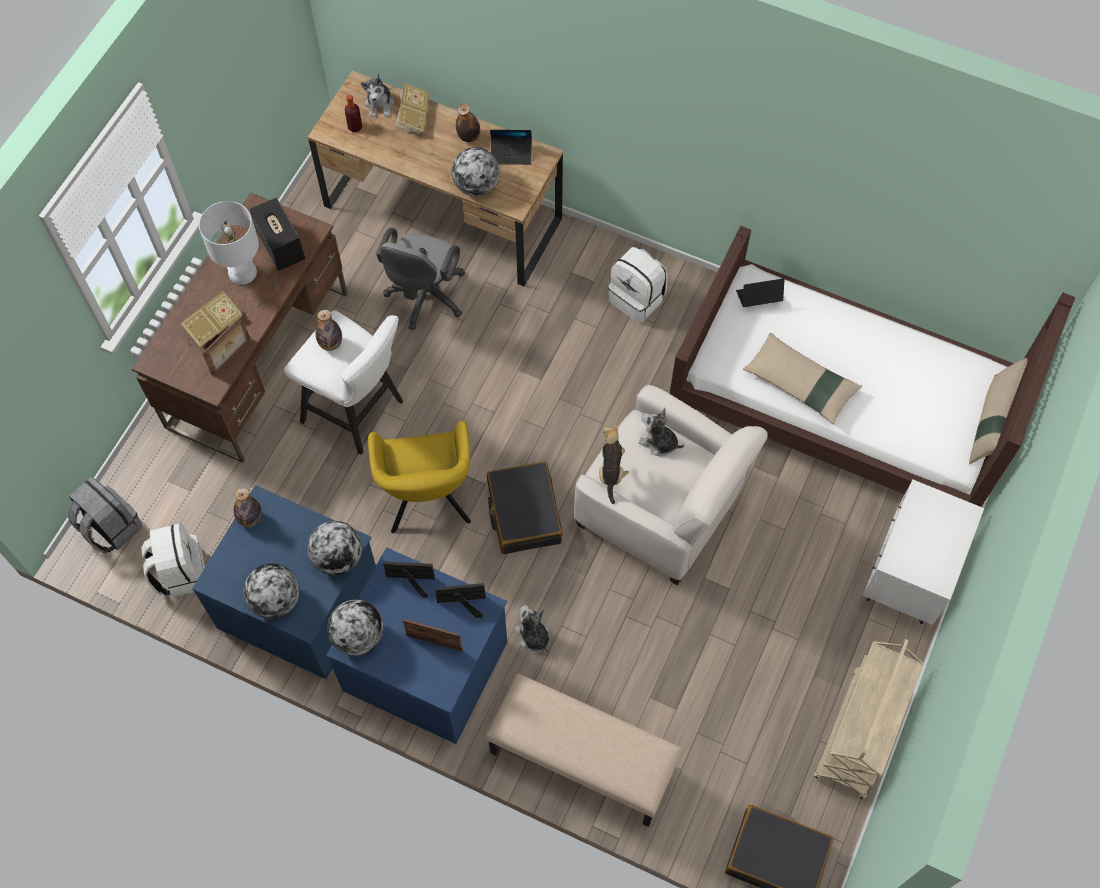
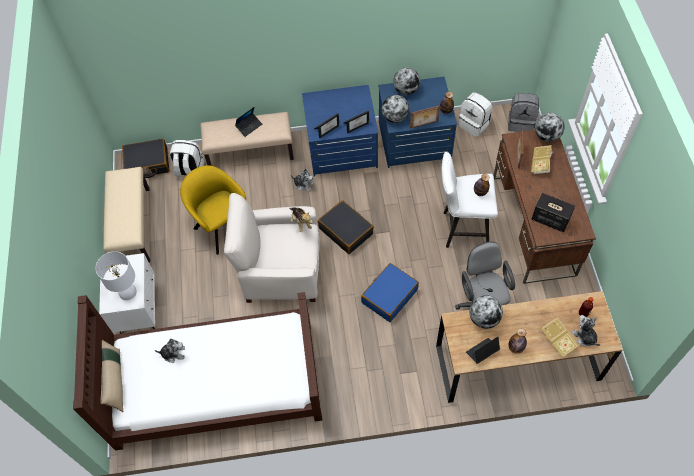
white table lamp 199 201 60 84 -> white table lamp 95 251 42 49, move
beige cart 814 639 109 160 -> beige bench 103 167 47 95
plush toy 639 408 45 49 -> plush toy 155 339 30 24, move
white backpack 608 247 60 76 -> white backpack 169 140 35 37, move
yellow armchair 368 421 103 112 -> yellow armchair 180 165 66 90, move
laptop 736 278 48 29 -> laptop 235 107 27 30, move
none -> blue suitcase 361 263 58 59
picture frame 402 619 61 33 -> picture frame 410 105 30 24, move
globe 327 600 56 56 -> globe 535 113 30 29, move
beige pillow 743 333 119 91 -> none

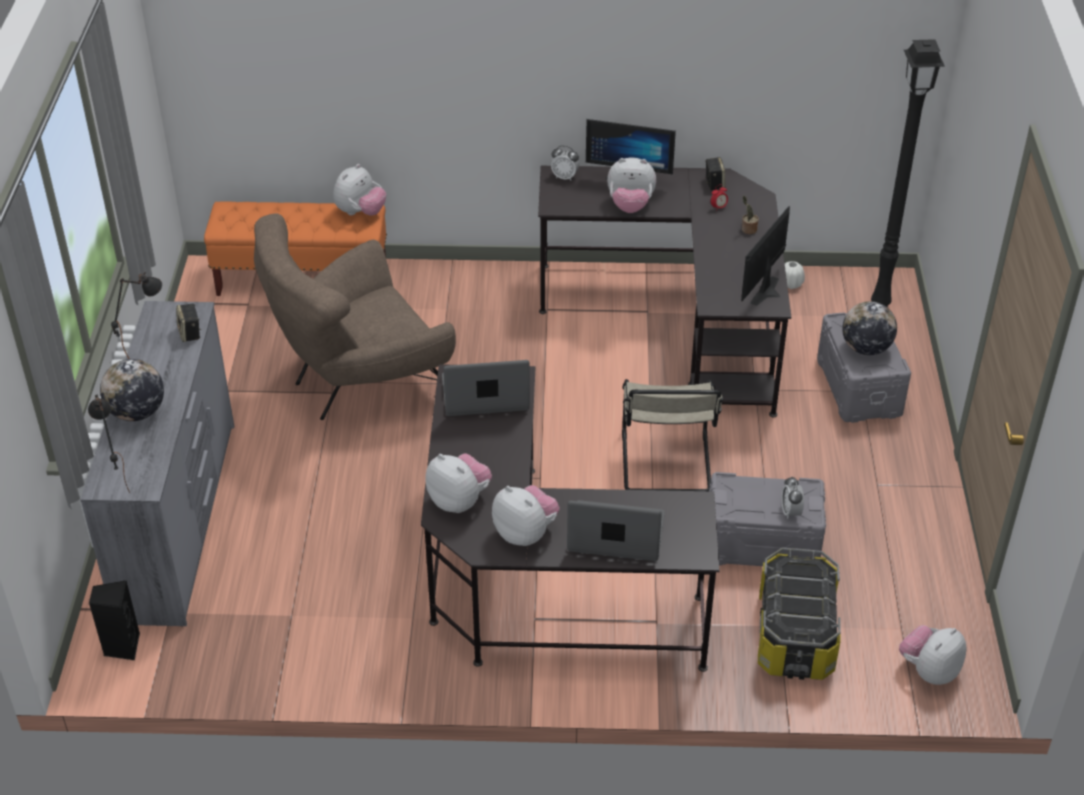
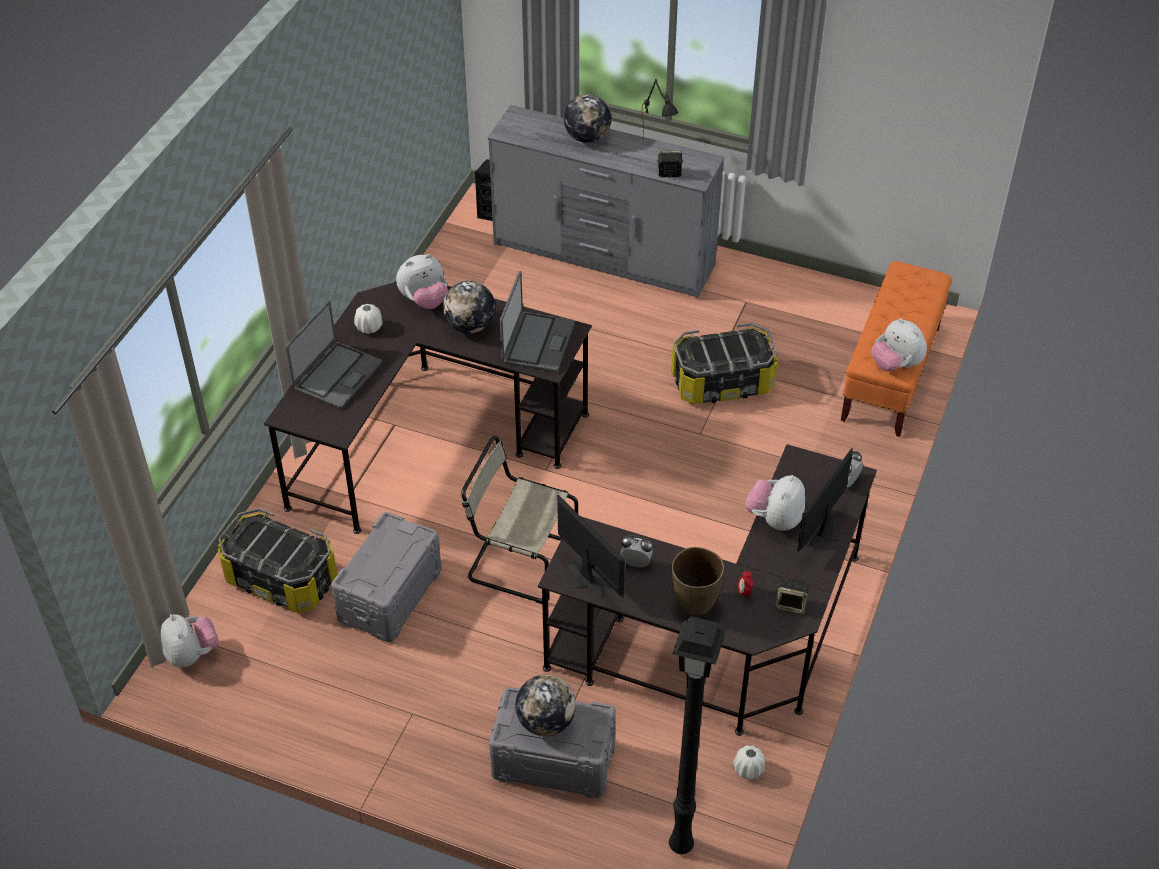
plush toy 492 485 68 61 -> white vase 354 304 28 30
none -> globe 443 281 52 52
alarm clock 781 476 23 43 -> alarm clock 620 535 33 32, move
brown armchair 254 213 202 207 -> storage box 671 323 107 81
potted plant 742 196 17 38 -> brown vase 672 547 52 68
black table lamp 88 395 42 98 -> none

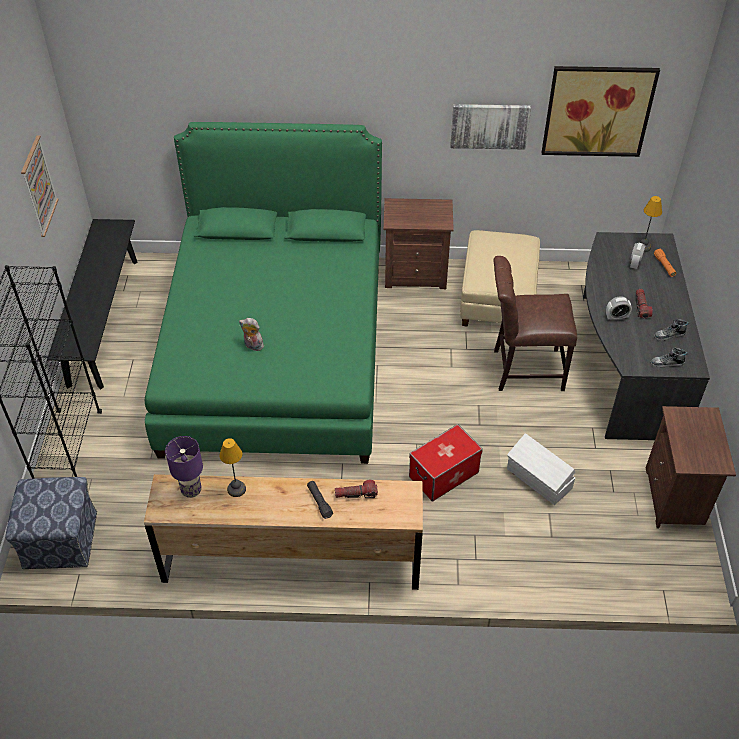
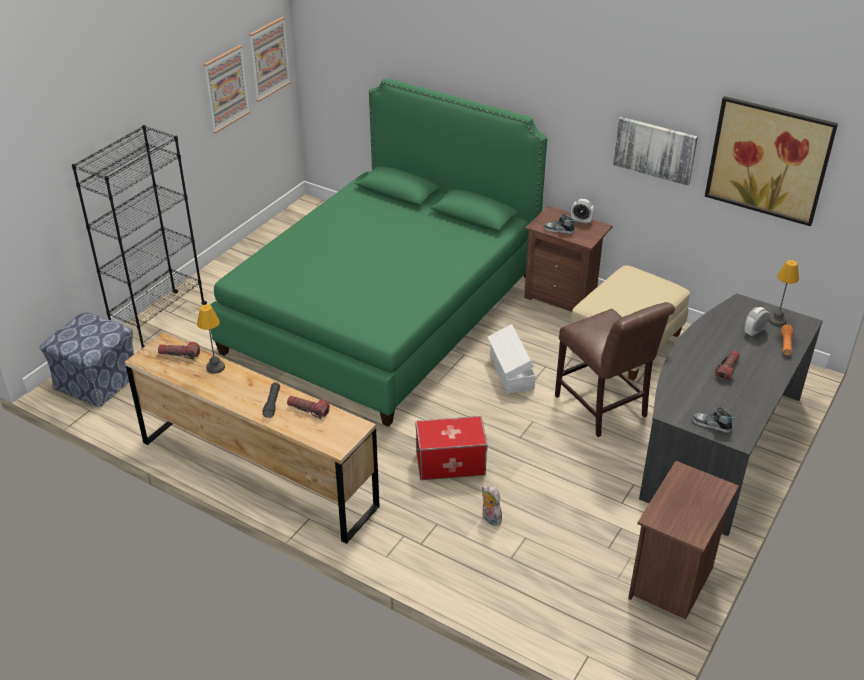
purple table lamp 165 436 38 62 -> flashlight 158 342 42 17
none -> picture 249 17 42 85
plush toy 239 318 25 33 -> plush toy 482 485 20 41, move
white storage box 507 433 68 72 -> white storage box 488 324 48 70, move
shoe 654 319 35 22 -> shoe 544 214 31 20, move
brown chair 494 256 83 135 -> brown chair 555 302 120 135, 150 degrees counterclockwise
alarm clock 606 296 26 25 -> alarm clock 571 199 23 25, move
black bench 47 219 91 170 -> none

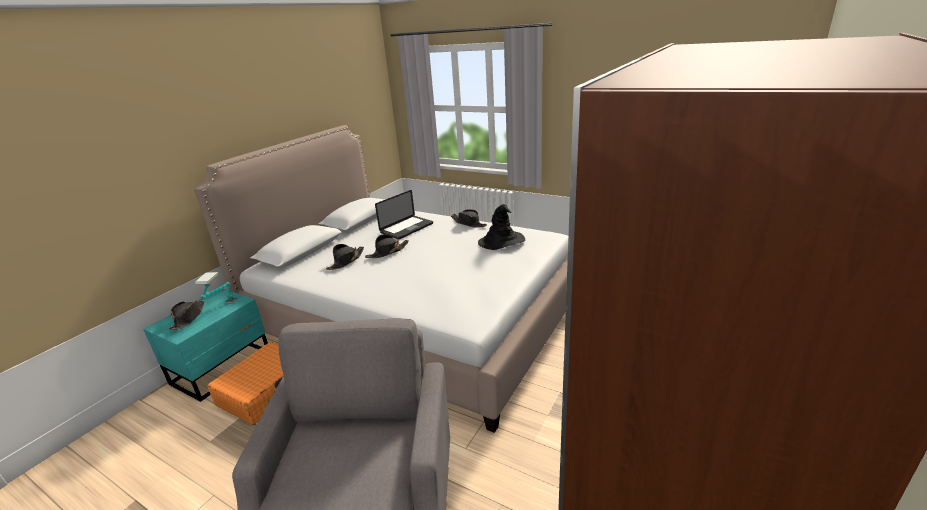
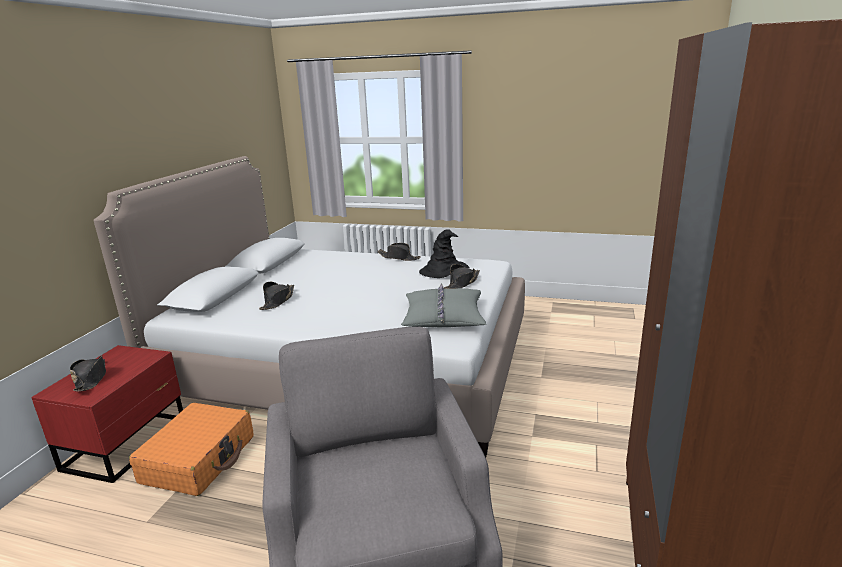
turquoise nightstand 143 288 125 114 -> red nightstand 31 345 152 138
none -> grey pillow 401 283 85 44
black hat 365 234 44 24 -> black hat 444 264 36 25, move
table lamp 195 272 43 32 -> none
laptop 375 190 58 49 -> none

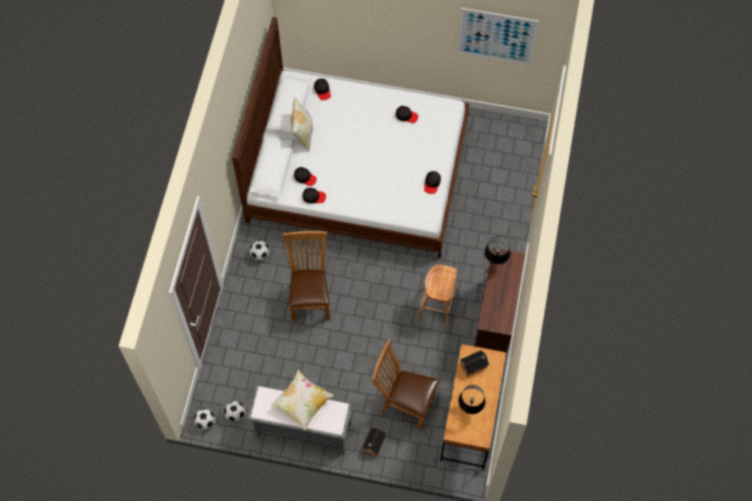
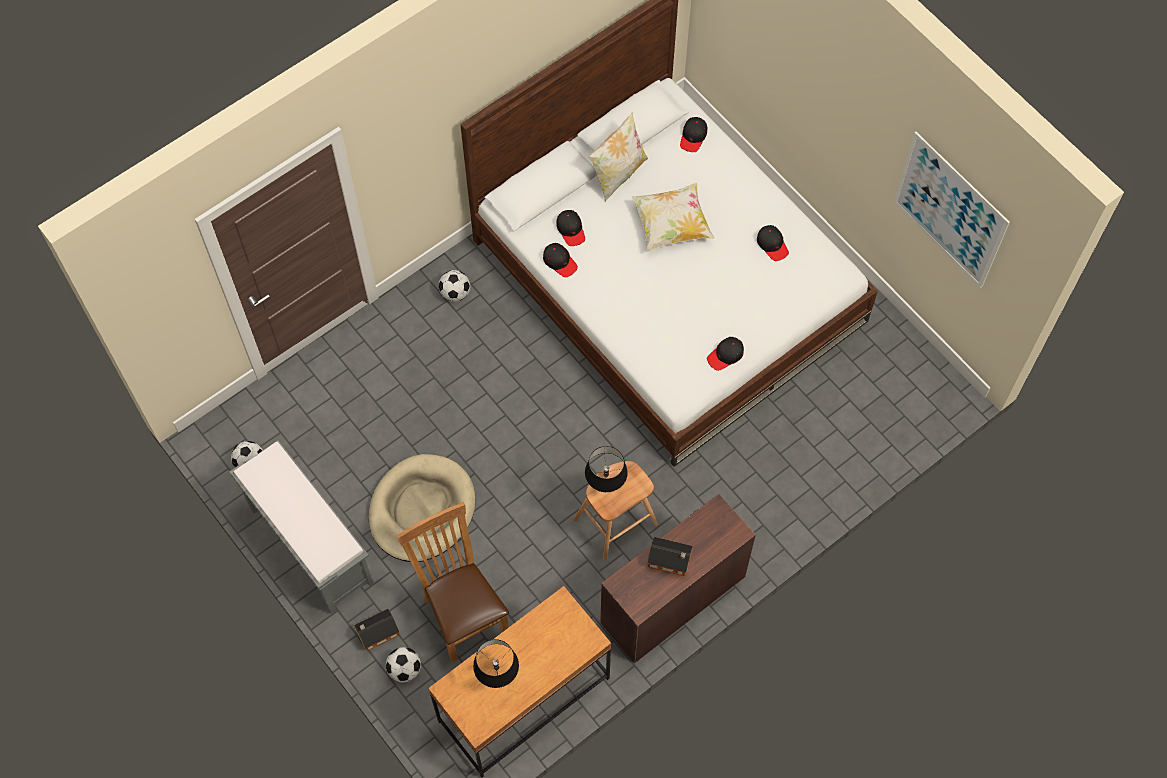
none -> beige dog bed 369 454 106 108
football 194 409 21 21 -> football 386 647 35 35, move
black table lamp 485 236 25 28 -> black table lamp 585 446 43 46, move
pillow 271 370 63 61 -> pillow 632 182 82 70, move
toy house 460 350 29 27 -> toy house 647 537 46 39, move
brown chair 283 231 47 90 -> none

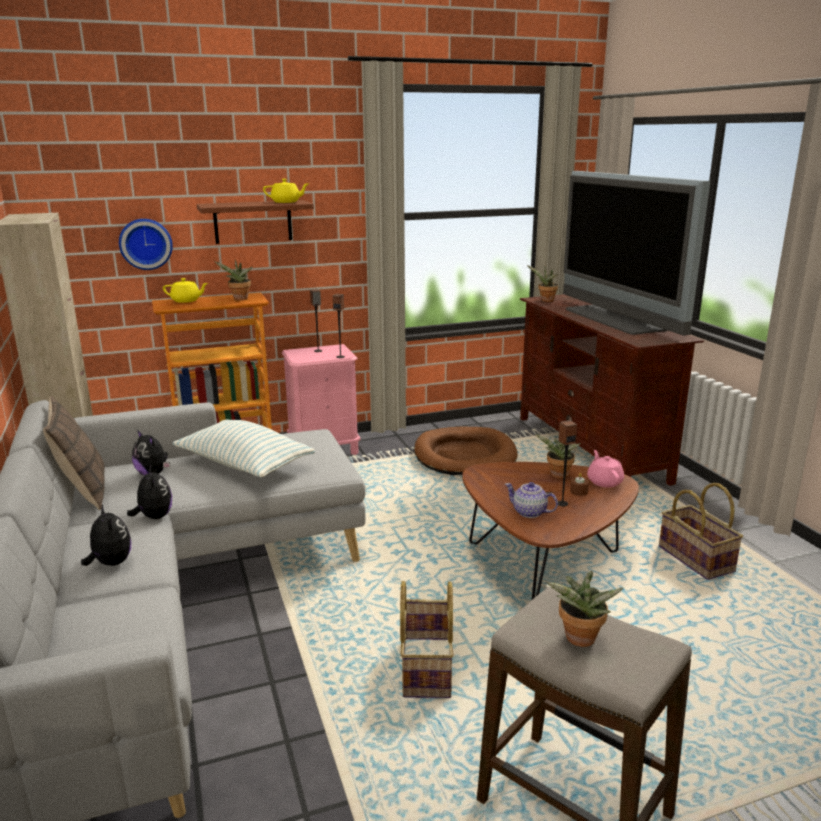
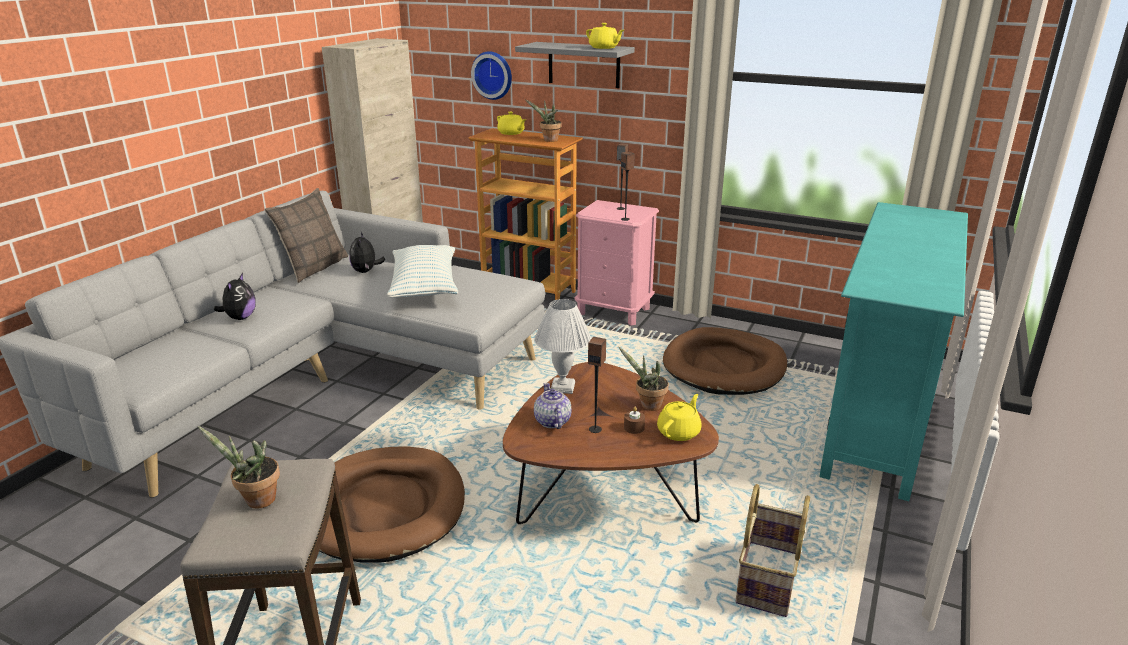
basket 400 581 54 117 -> brown dog bed 319 446 146 117
brown shelf 197 200 117 44 -> grey shelf 515 42 120 46
none -> white table lamp 534 299 57 95
pink teapot 587 450 37 38 -> yellow teapot 657 394 44 47
brown tv stand 520 294 184 192 -> turquoise tv stand 819 202 149 299
plush toy 127 465 45 54 -> none
potted plant 527 265 31 37 -> none
television 563 171 147 165 -> none

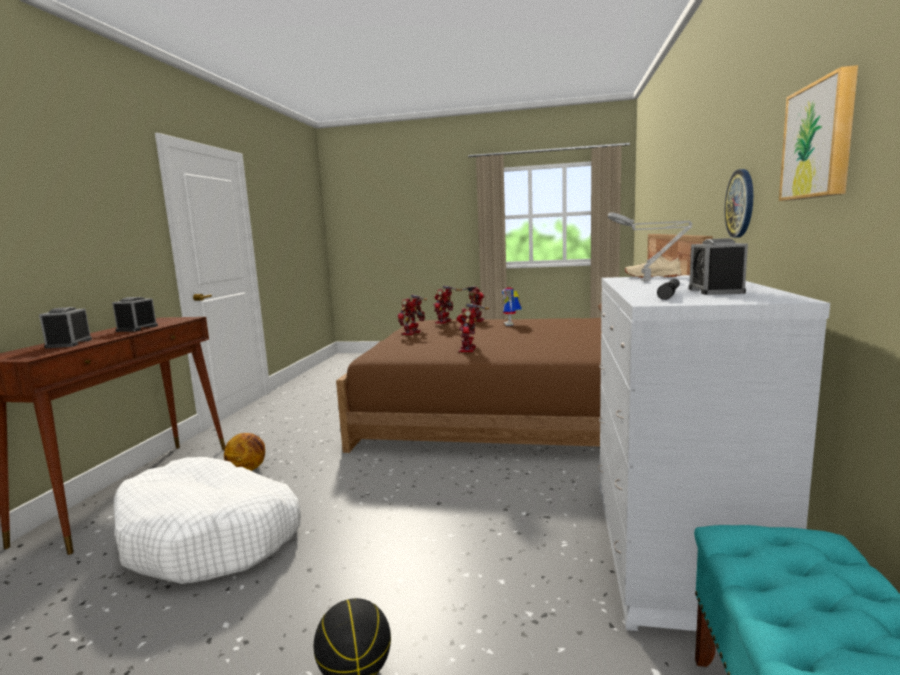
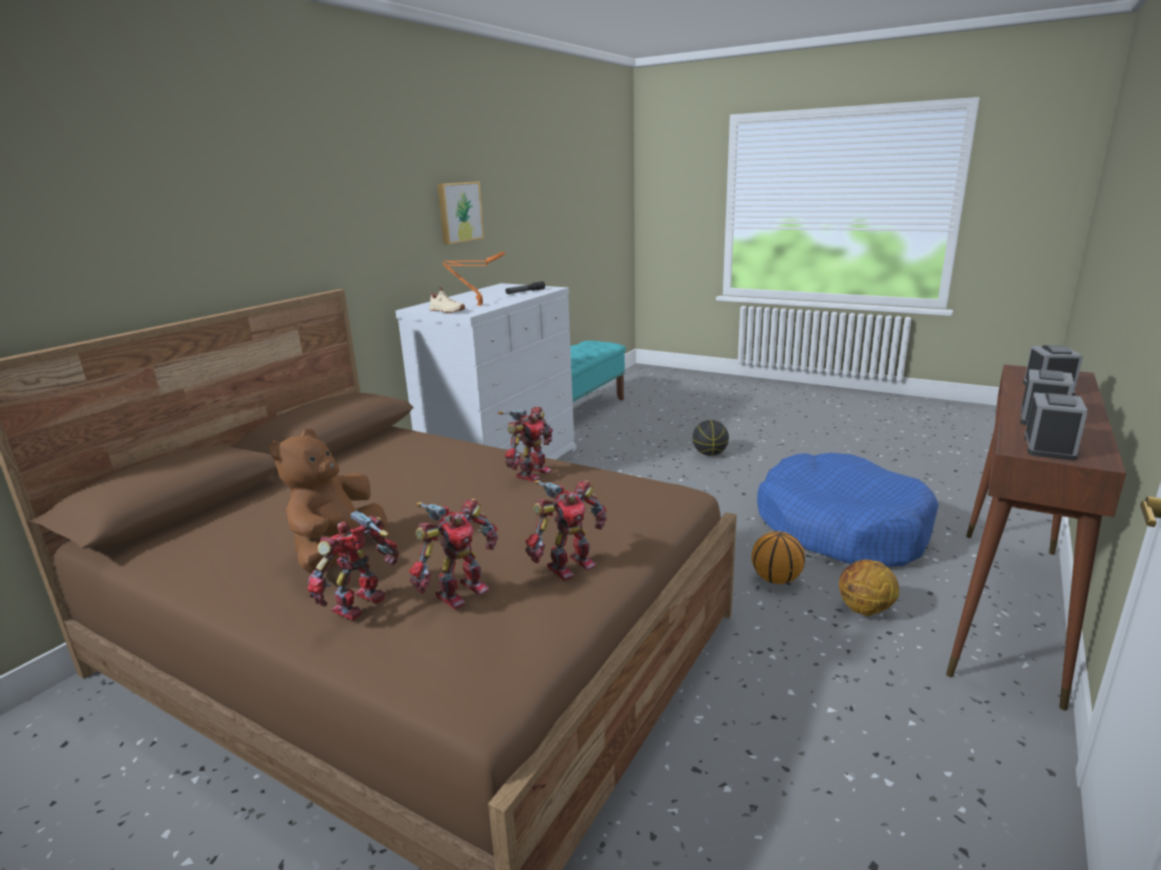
toy robot 502 287 19 39 -> brown plush toy 269 428 119 145
grey table lamp 607 212 85 70 -> orange table lamp 443 251 62 55
none -> basketball 751 531 54 53
white dog bed 113 457 188 127 -> blue dog bed 757 453 182 114
alarm clock 689 238 59 57 -> alarm clock 1024 392 64 69, move
wall clock 725 169 28 69 -> none

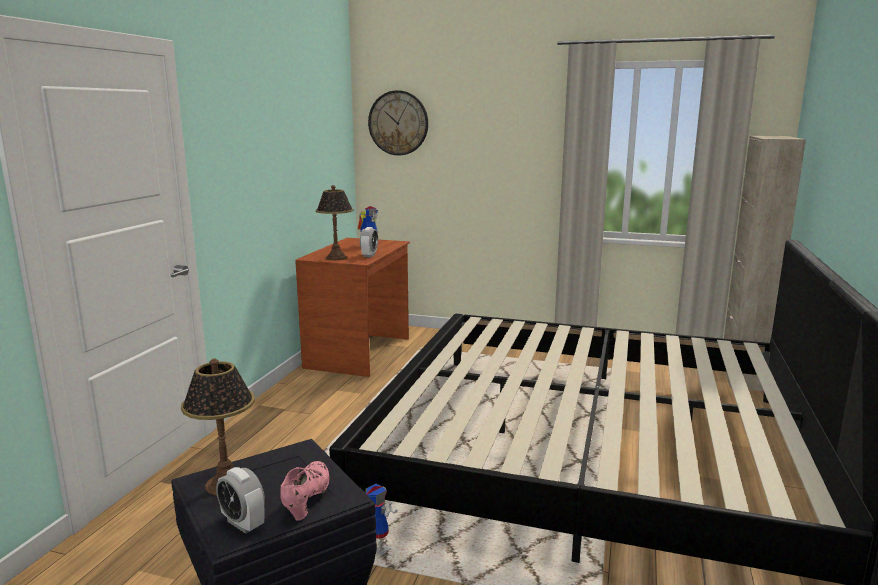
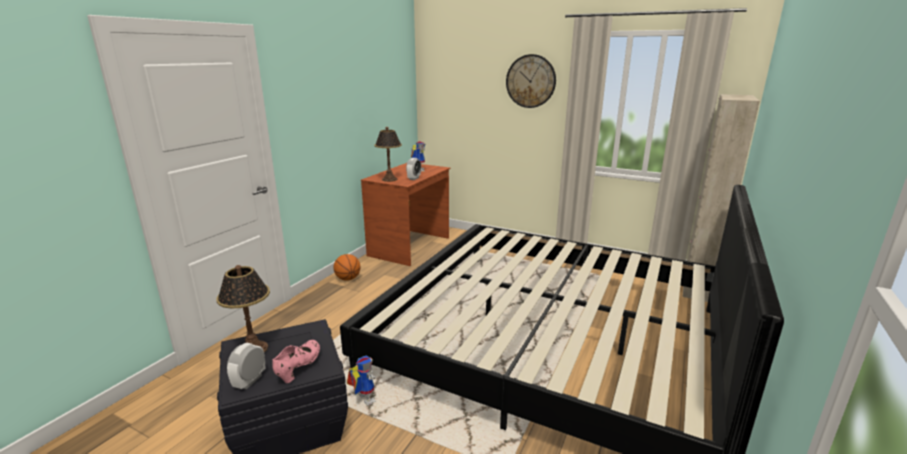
alarm clock 216 467 49 67 -> alarm clock 227 343 38 46, 60 degrees clockwise
none -> basketball 334 254 27 27
wall clock 368 90 60 65 -> wall clock 506 54 50 54, move

